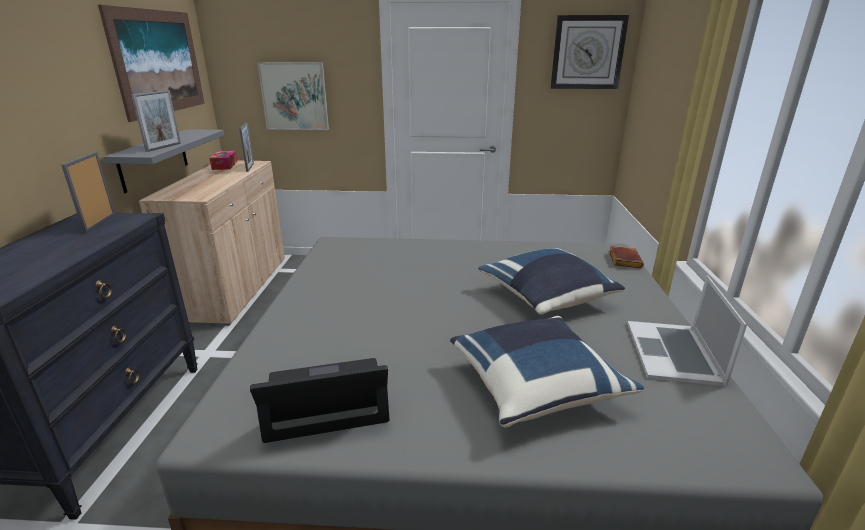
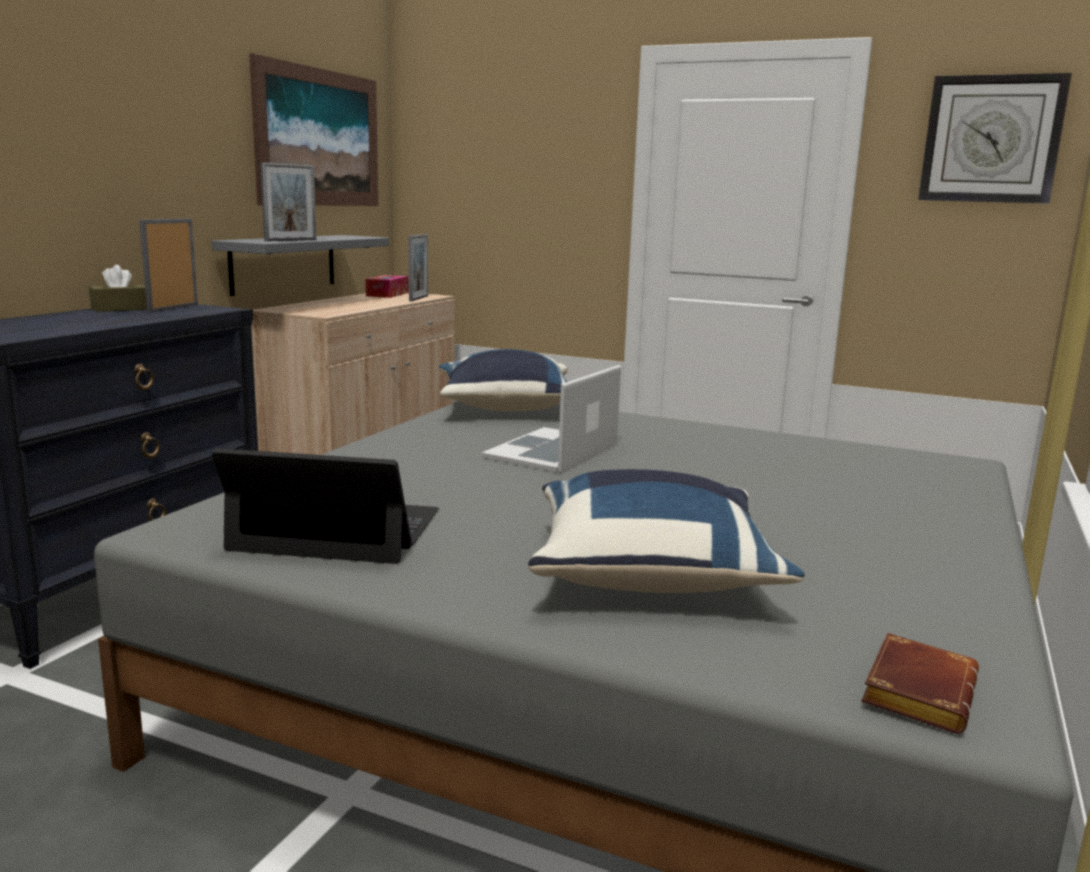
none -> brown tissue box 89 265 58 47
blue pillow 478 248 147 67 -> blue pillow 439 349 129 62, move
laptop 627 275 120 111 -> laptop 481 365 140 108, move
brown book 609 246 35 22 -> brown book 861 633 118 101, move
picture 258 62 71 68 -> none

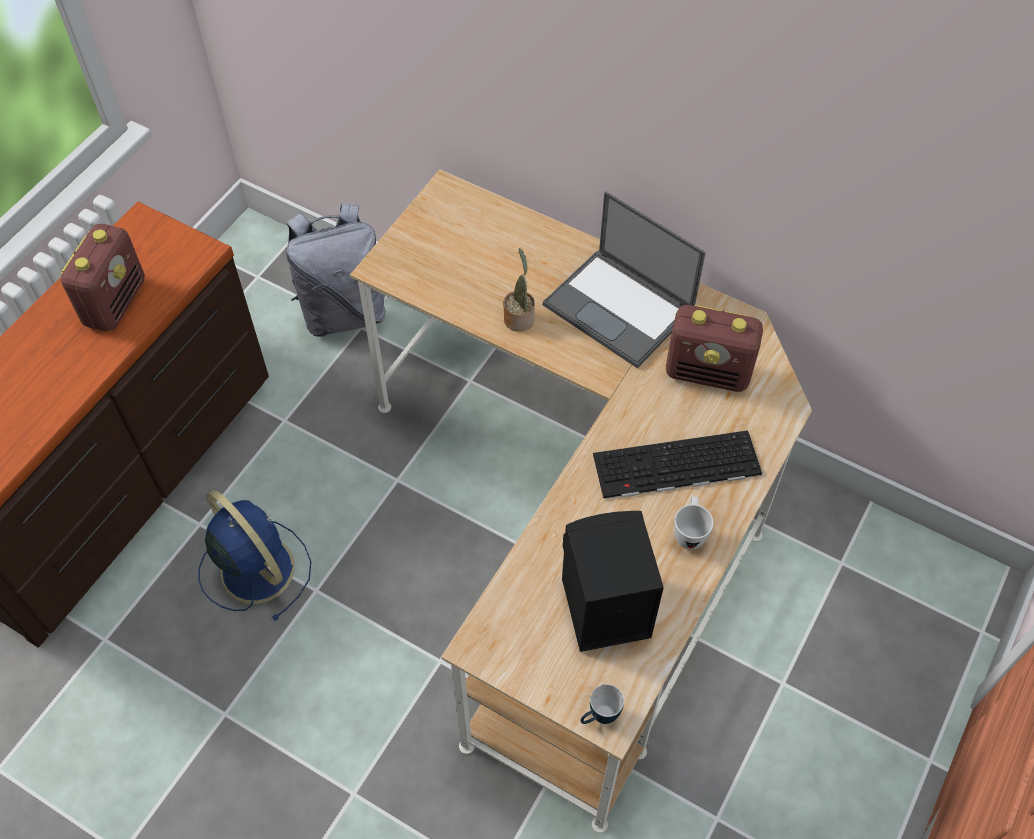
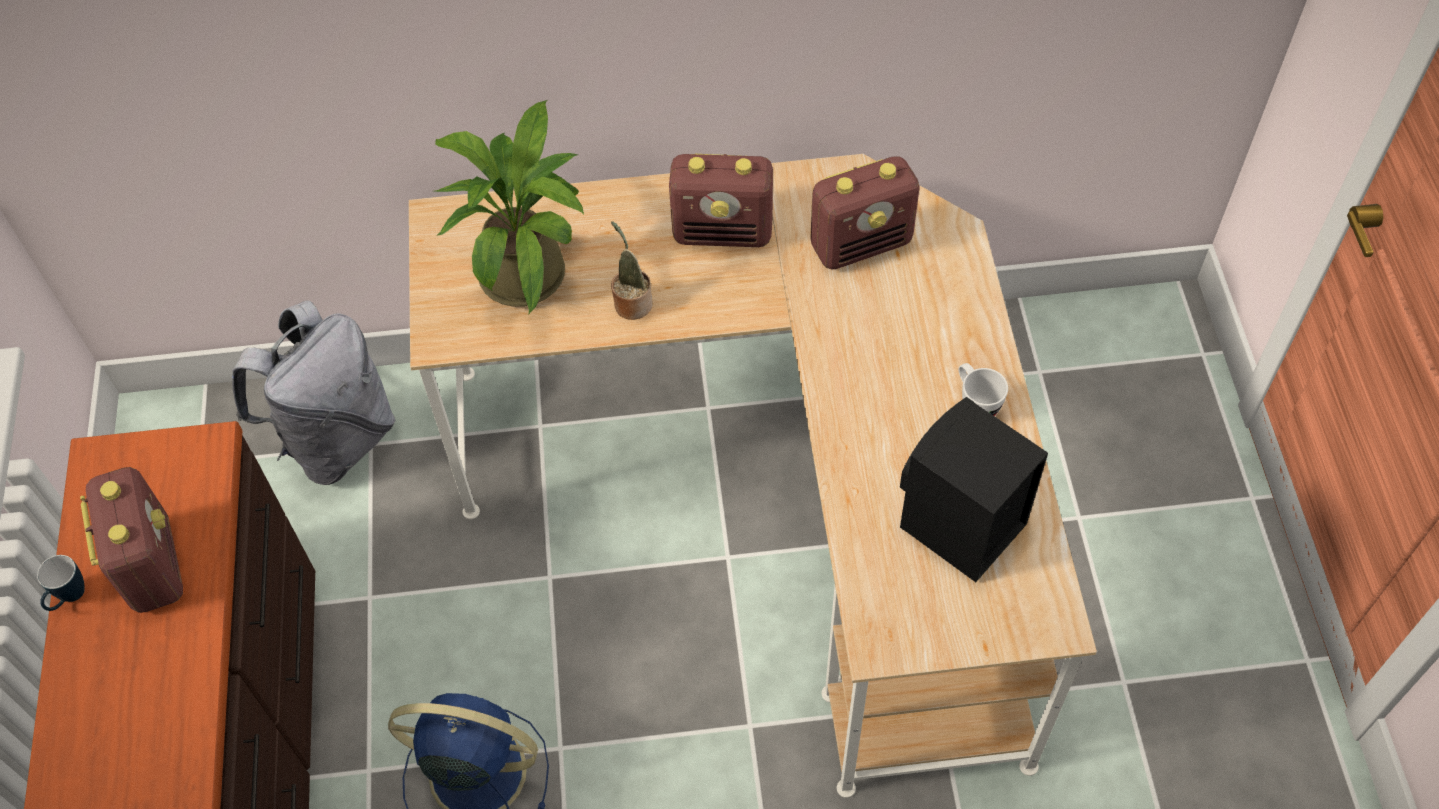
mug 580 684 44 40 -> mug 37 555 48 56, move
none -> potted plant 435 100 149 215
laptop 543 191 163 177 -> radio 669 154 104 93
keyboard 593 430 169 69 -> none

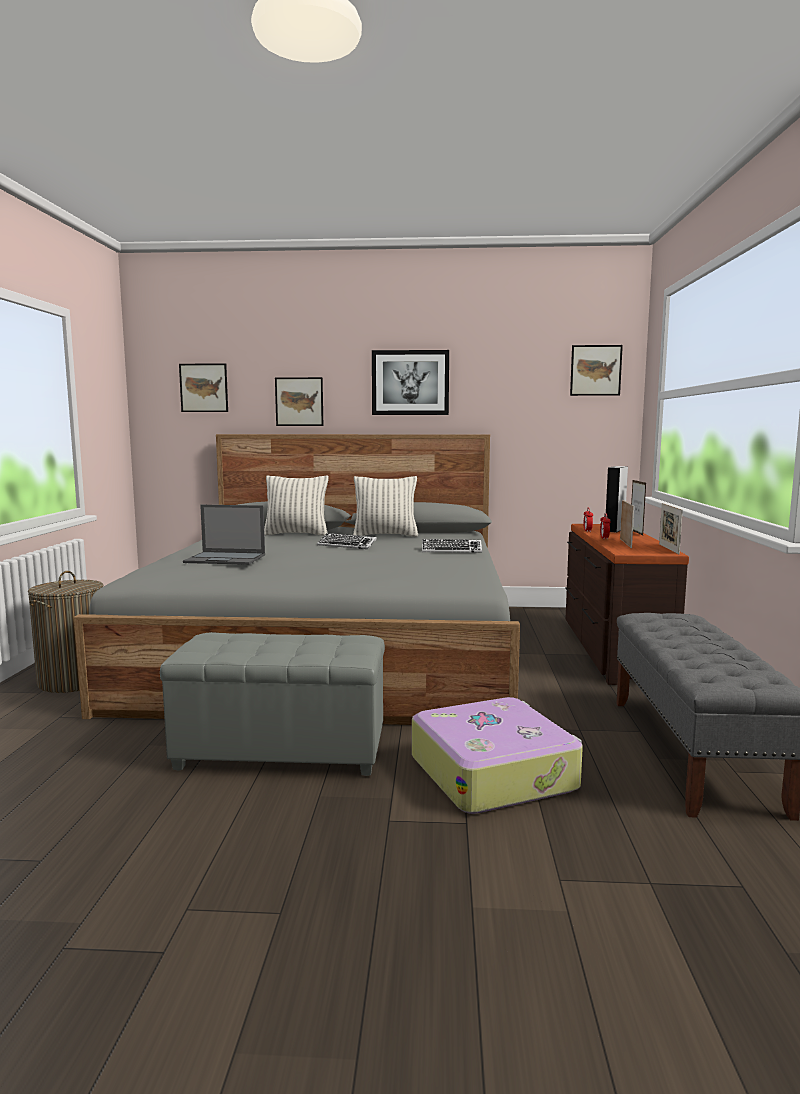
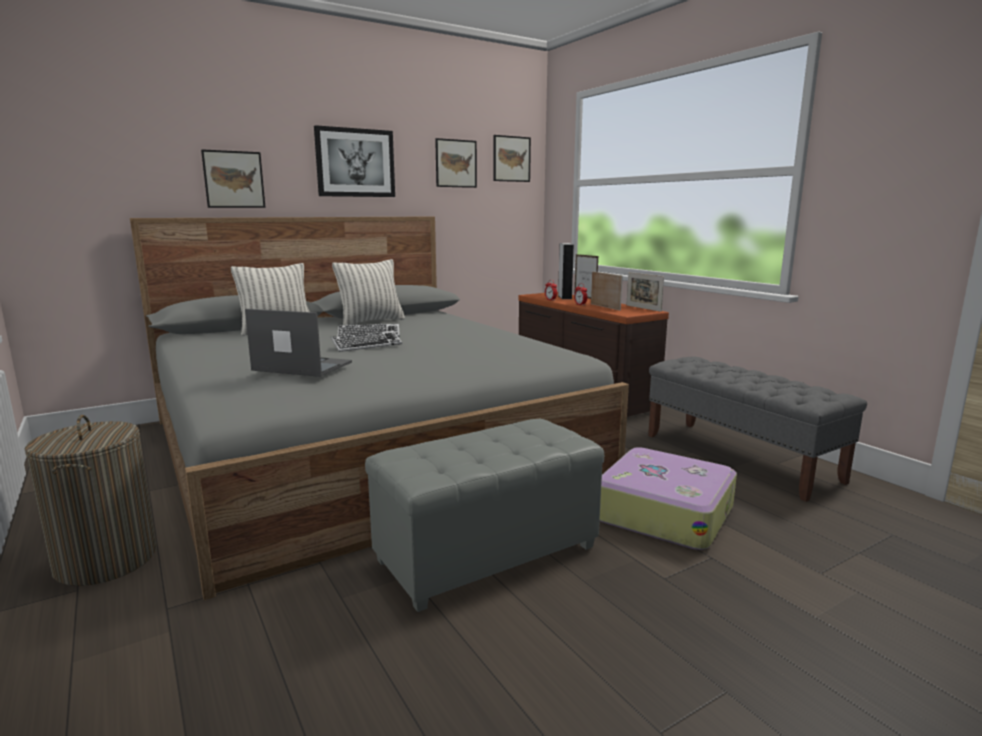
laptop 183 505 82 60 -> laptop 245 309 107 68, 135 degrees counterclockwise
keyboard 422 539 60 14 -> keyboard 331 330 71 22, move
picture 179 363 49 49 -> picture 435 138 42 50, move

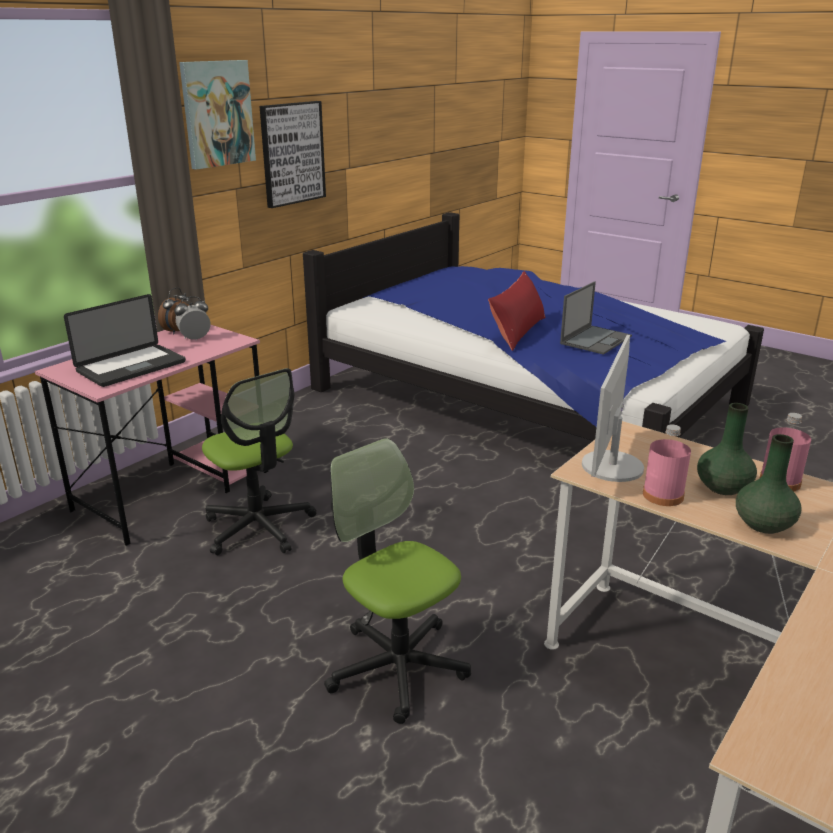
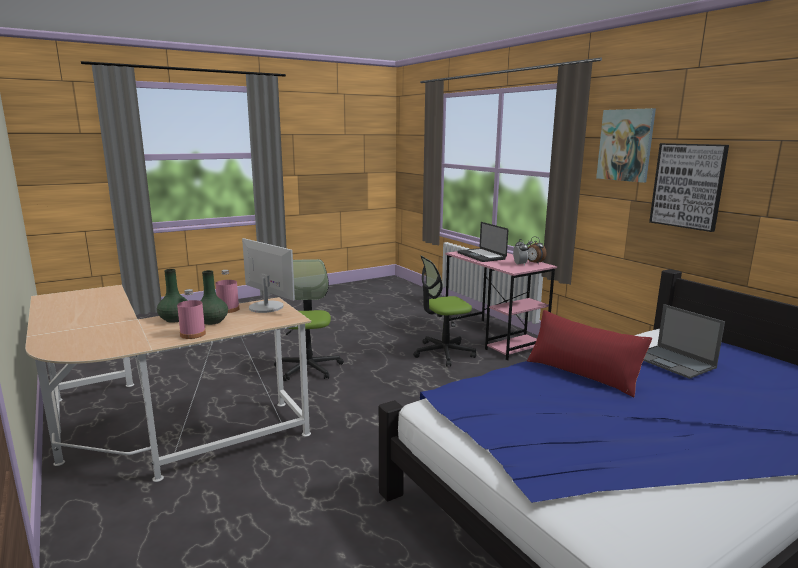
office chair 324 438 147 286 -> office chair 274 259 70 122, 75 degrees counterclockwise
laptop 560 281 72 74 -> laptop 643 304 82 75, move

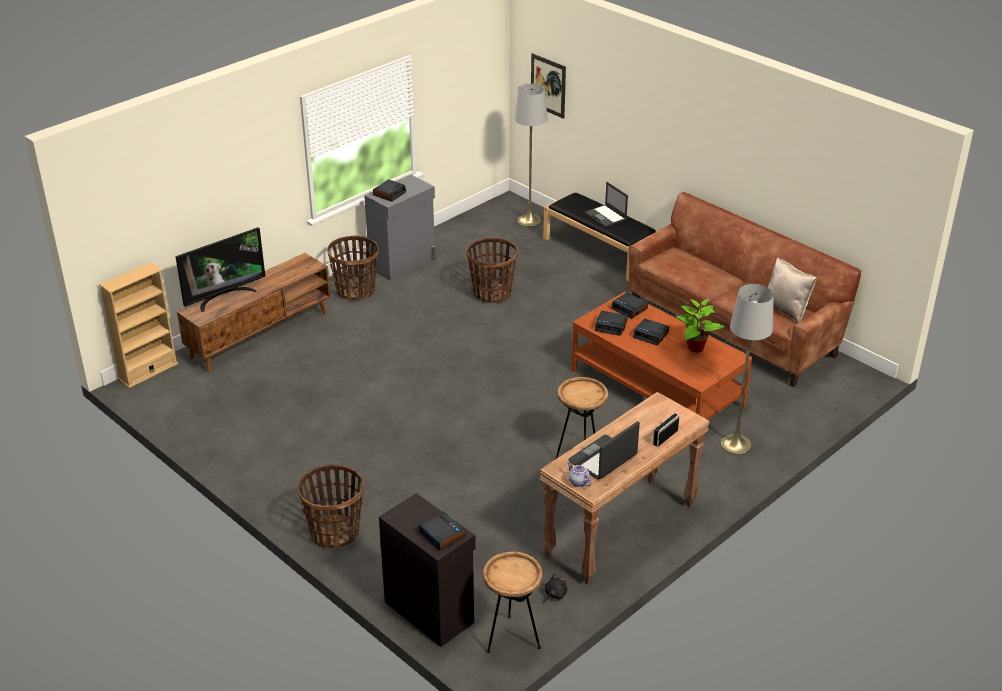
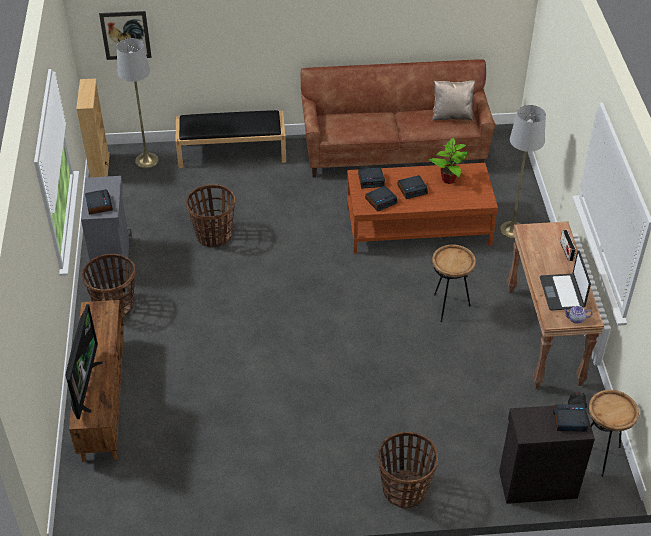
beige bookcase 99 262 79 126 -> beige bookcase 76 78 34 99, move
laptop 585 182 43 45 -> none

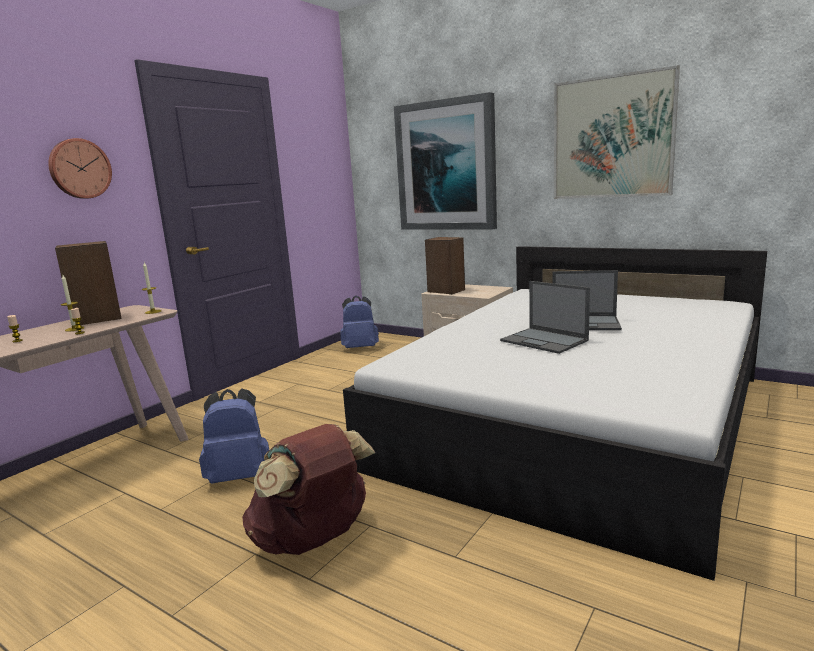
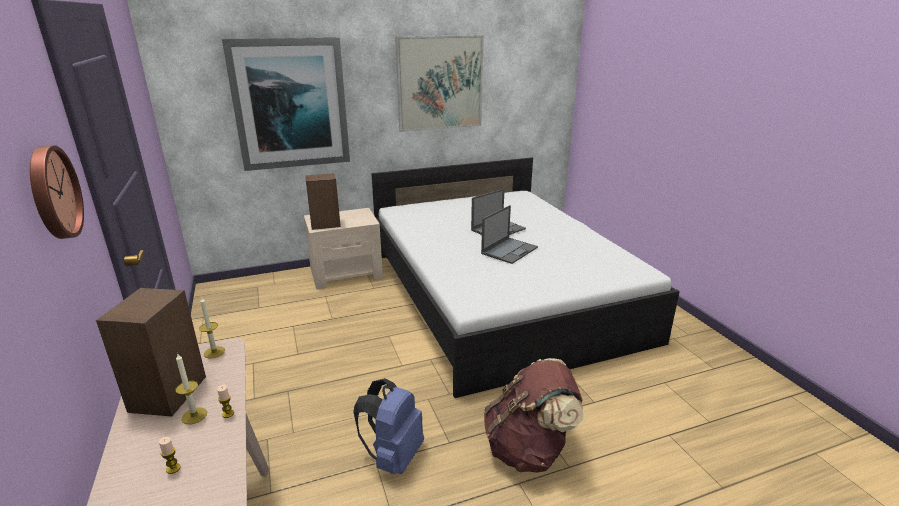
laptop 500 281 90 73 -> laptop 481 205 57 59, 45 degrees counterclockwise
blue backpack 340 296 39 52 -> none

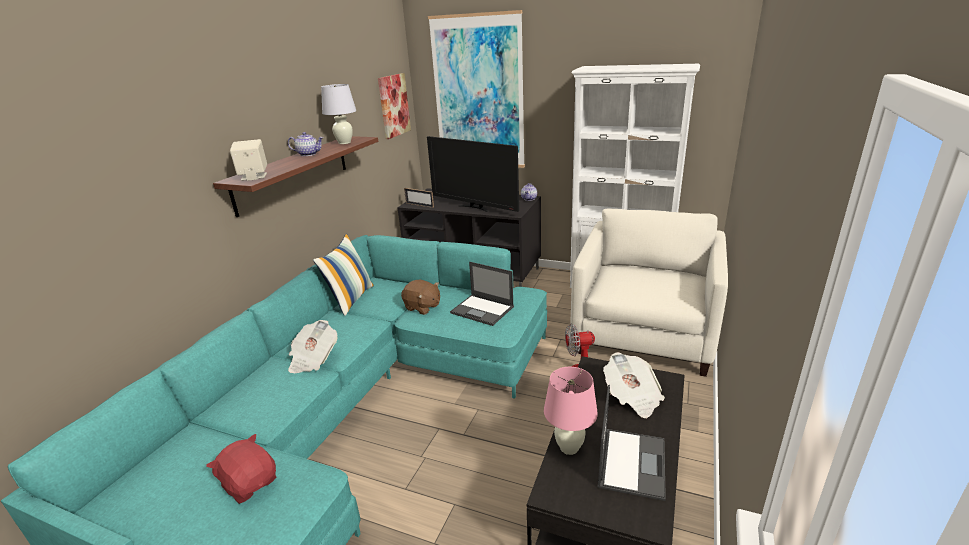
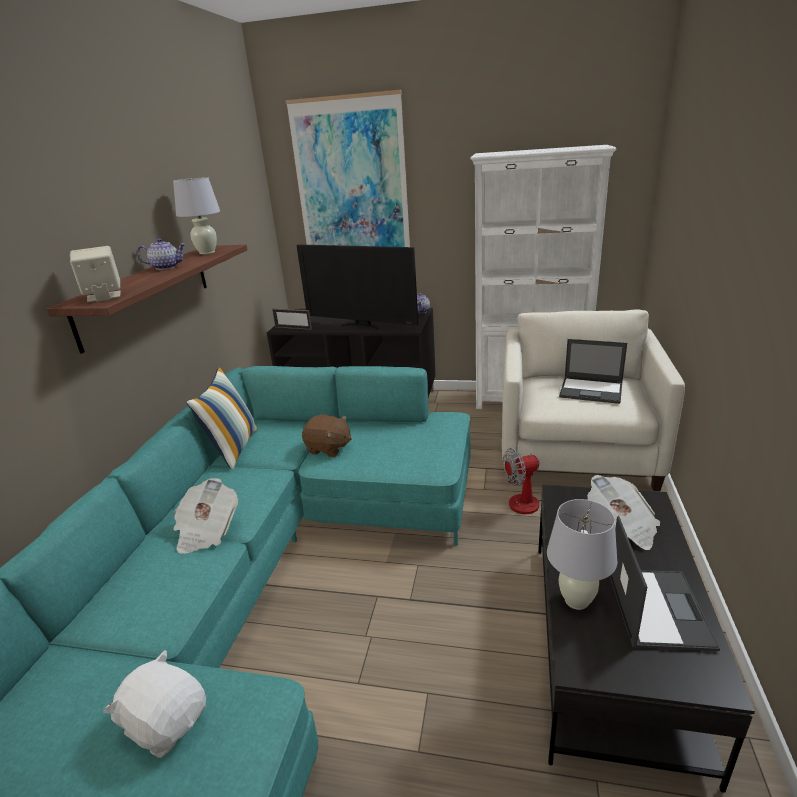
red plush toy 206 434 70 70 -> white plush toy 103 650 103 108
pink table lamp 544 367 54 88 -> white table lamp 547 499 70 111
laptop 450 262 64 64 -> laptop 559 339 68 65, move
picture 378 73 33 66 -> none

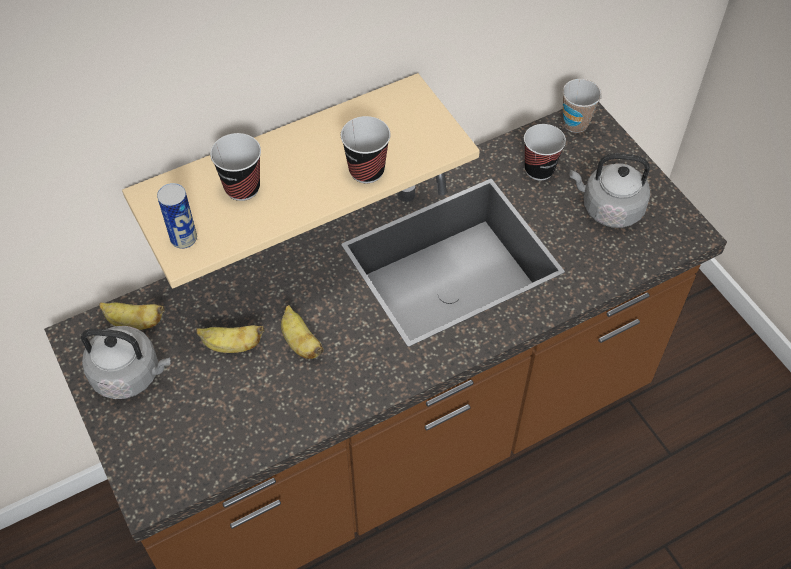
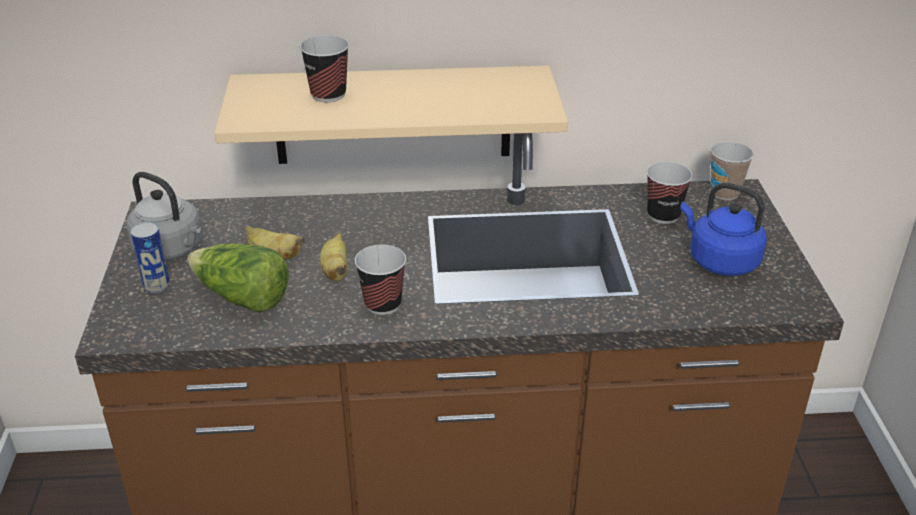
can 157 183 40 66 -> can 130 222 40 71, move
none -> lettuce 187 243 102 69
cup 341 116 50 67 -> cup 355 245 51 70, move
grey kettle 570 153 81 75 -> blue kettle 680 183 87 93
banana 99 302 66 28 -> none

